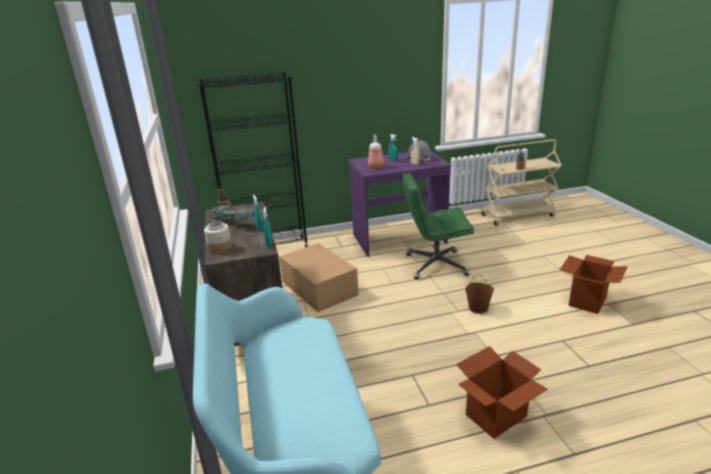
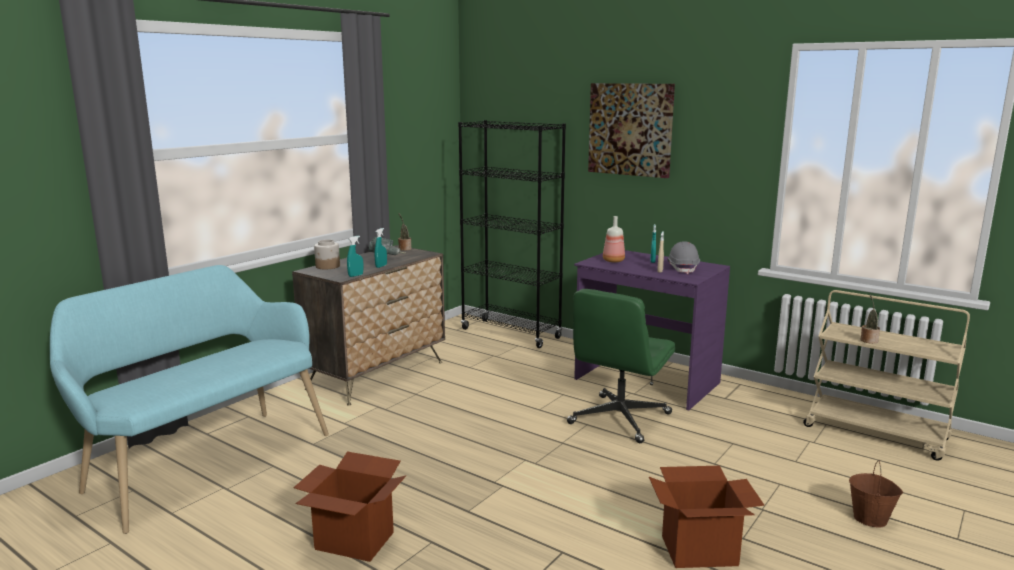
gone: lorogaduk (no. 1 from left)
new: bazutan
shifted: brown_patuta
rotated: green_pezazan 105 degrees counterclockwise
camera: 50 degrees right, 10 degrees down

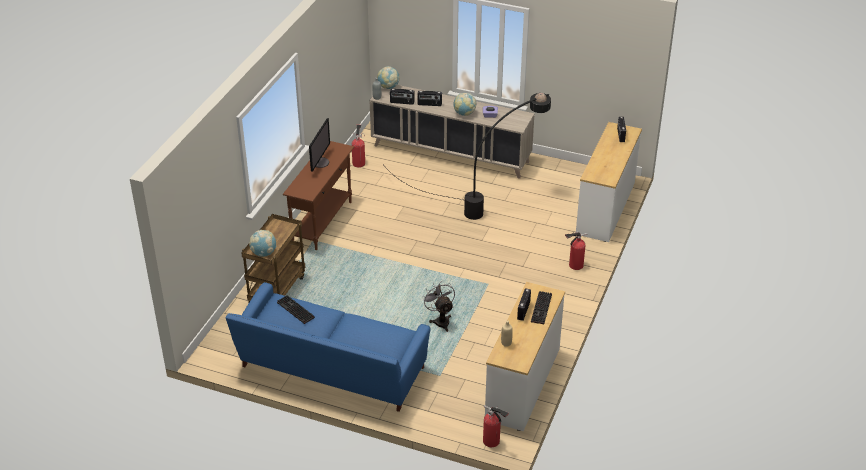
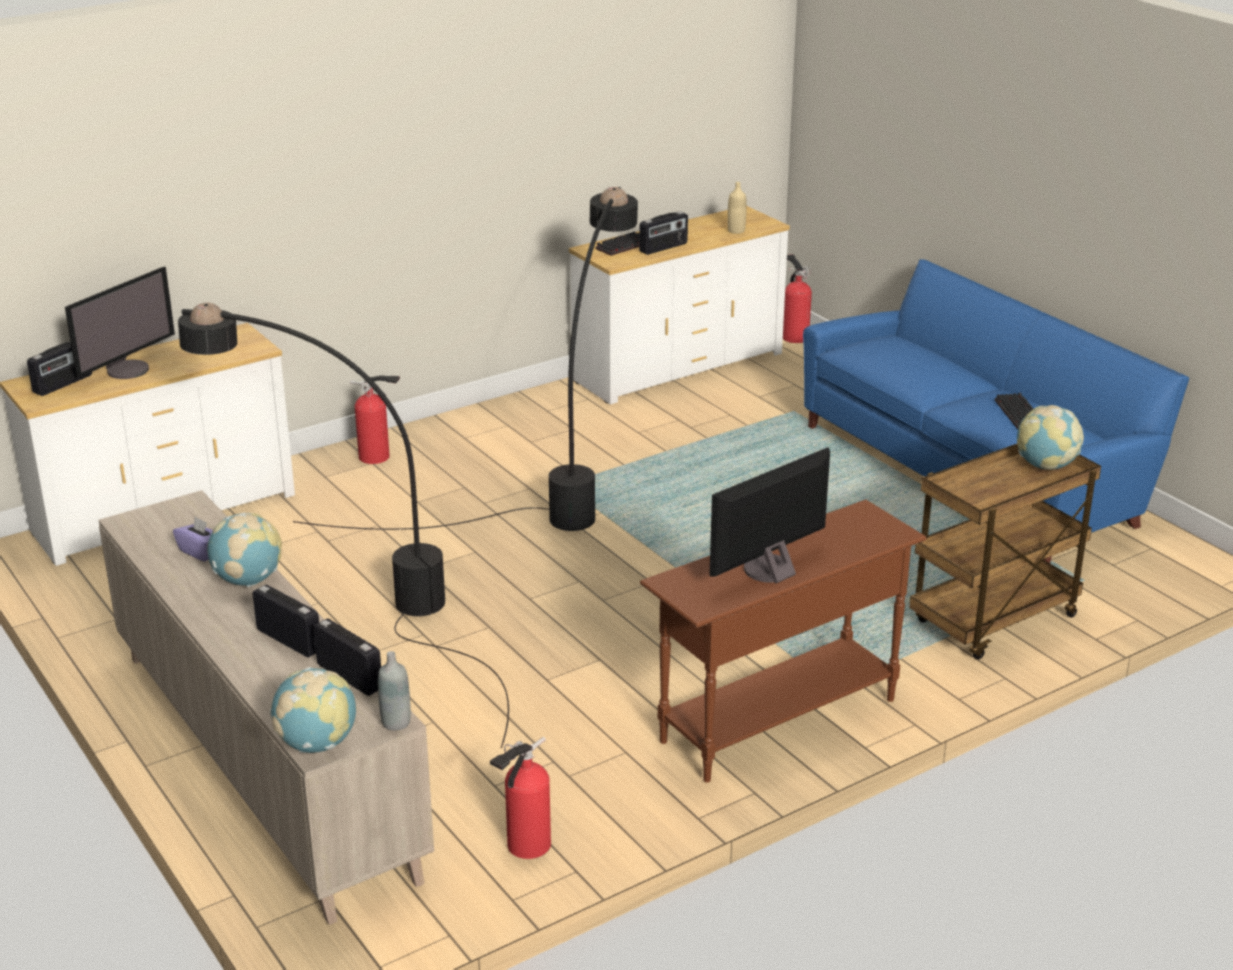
gone: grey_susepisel
new: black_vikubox (no. 2 from left); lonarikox (no. 1 from left)
camera: 145 degrees left, 10 degrees down

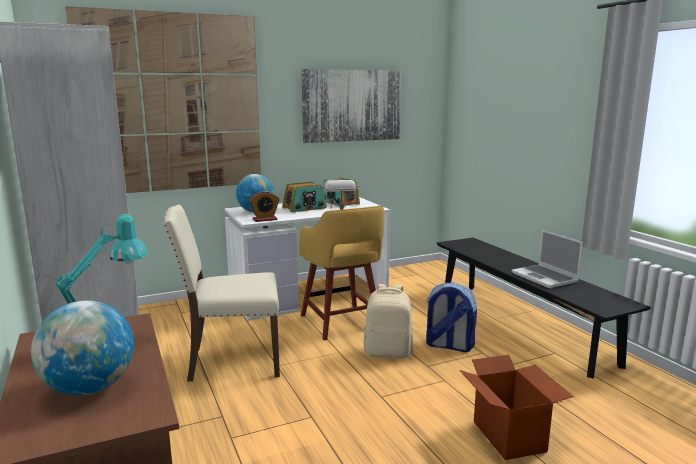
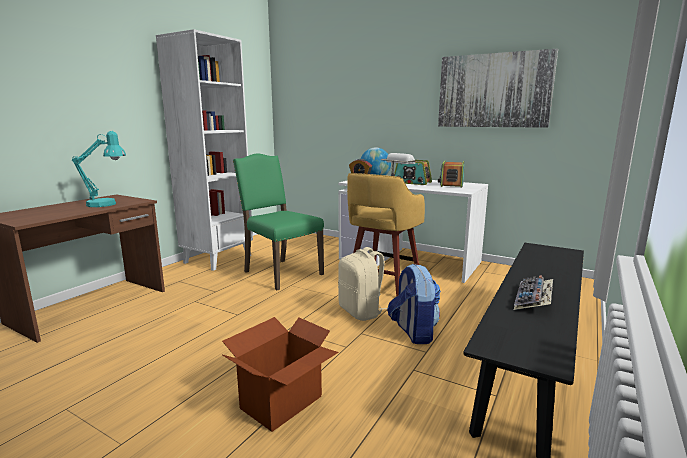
gone: bazutan (no. 1 from left); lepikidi (no. 1 from left)
swapped: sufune to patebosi
repainted: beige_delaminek to green_delaminek
camera: 55 degrees right, 0 degrees up

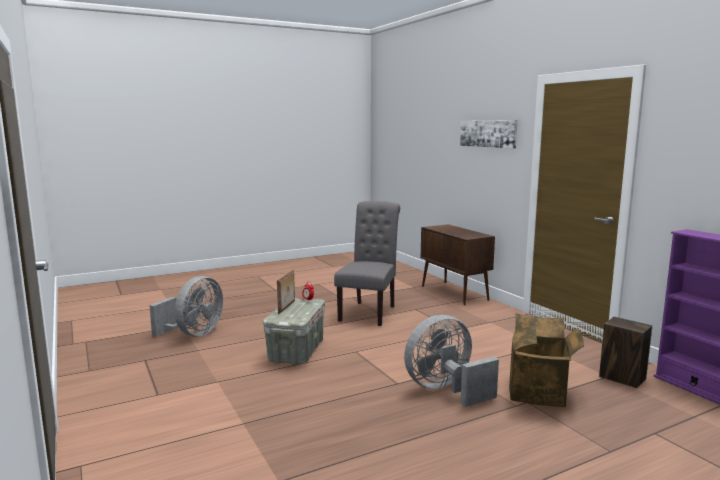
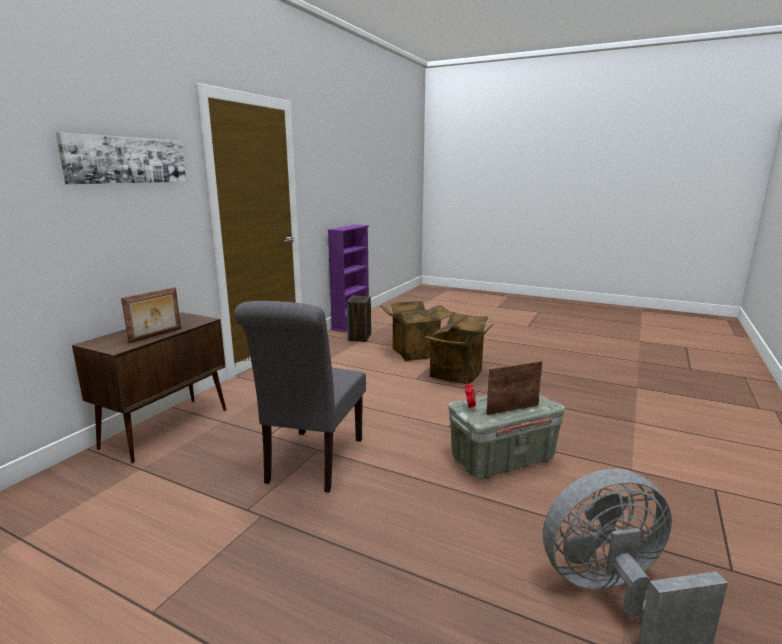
new: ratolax (no. 1 from left)
swapped: grey_susepisel (no. 2 from left) to lorogaduk (no. 2 from left)
rotated: grey_delaminek 60 degrees counterclockwise
camera: 125 degrees left, 5 degrees up

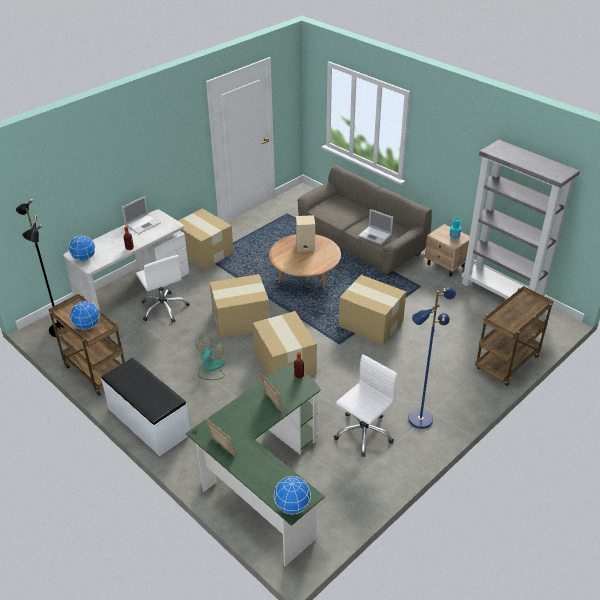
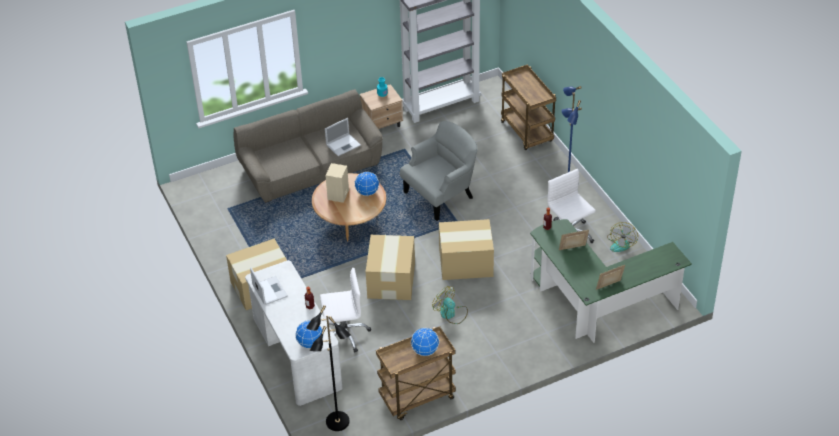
gone: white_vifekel
new: susepisel (no. 2 from left)
shifted: lepikidi (no. 3 from left in the first image) to lepikidi (no. 2 from left)
swapped: lorogaduk (no. 4 from left) to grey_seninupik
camera: 70 degrees left, 5 degrees up

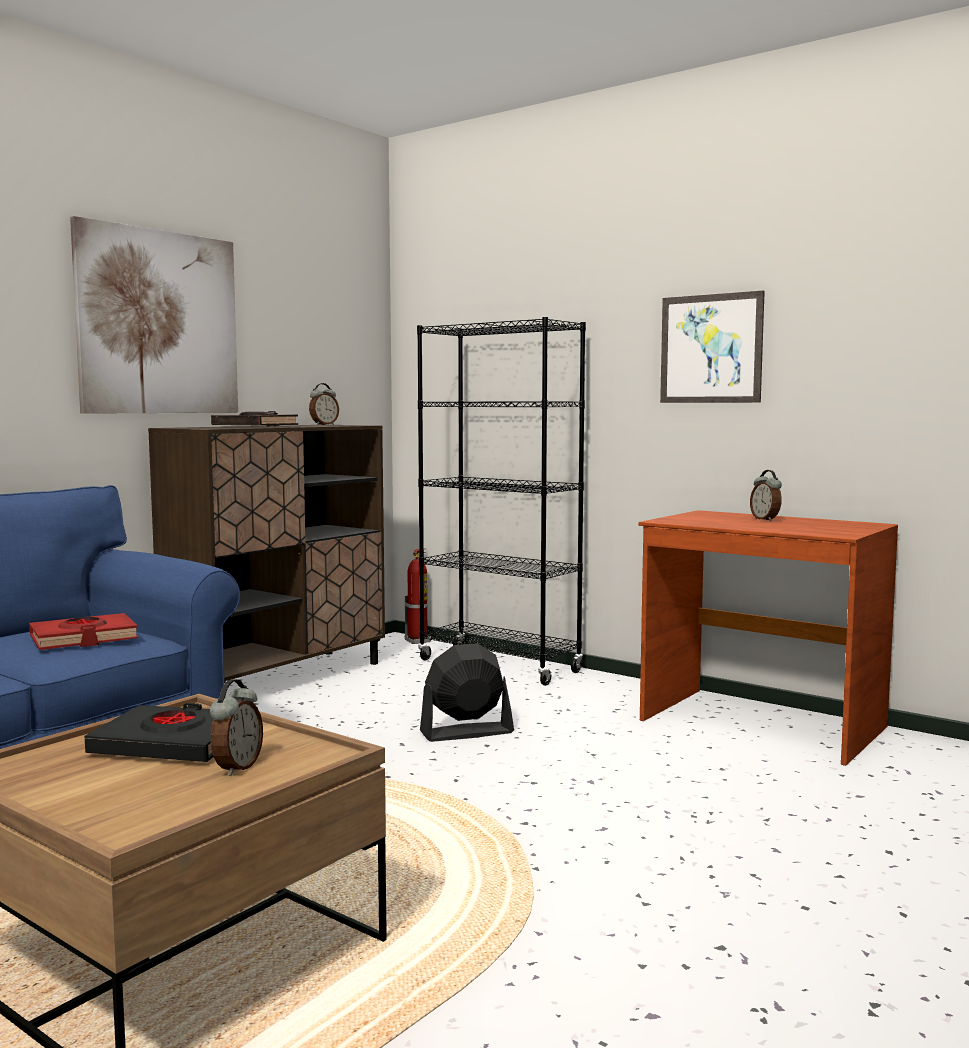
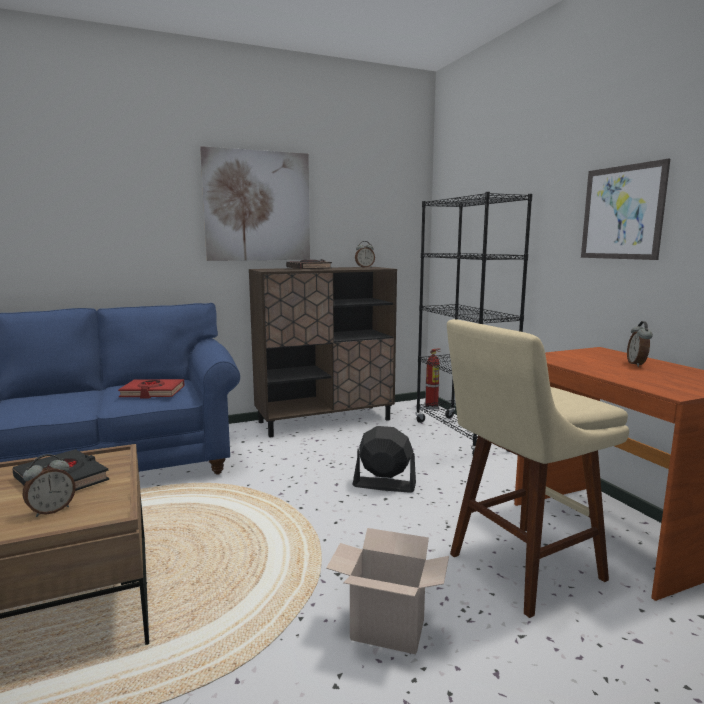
new: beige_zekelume; lorogaduk
camera: 30 degrees right, 5 degrees up

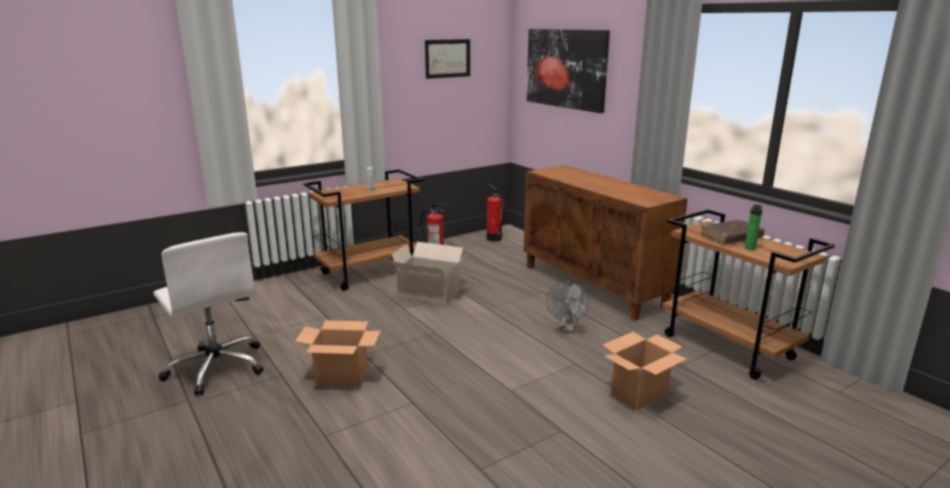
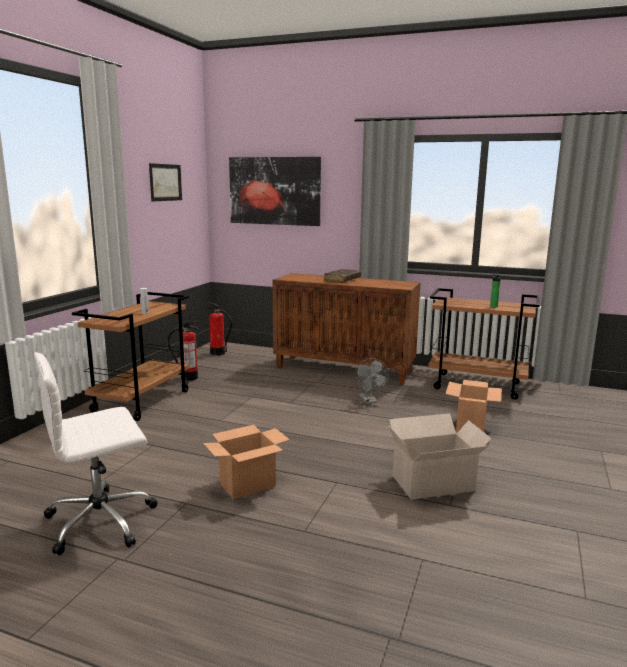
shifted: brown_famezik; lorogaduk (no. 2 from left)
rotated: white_pezazan 135 degrees clockwise
camera: 35 degrees left, 5 degrees down

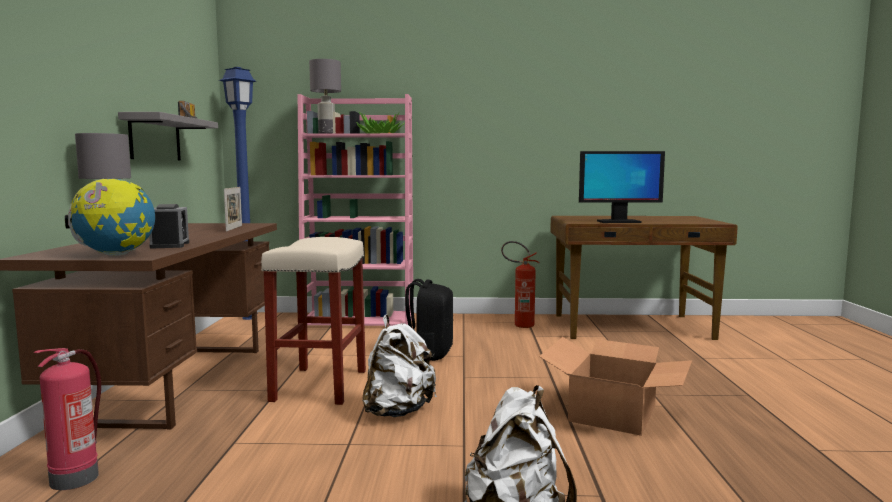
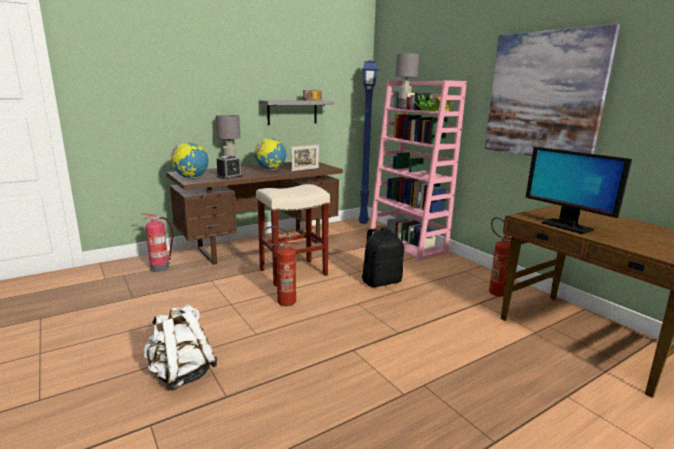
gone: lorogaduk
new: bazutan; lepikidi (no. 2 from left)
swapped: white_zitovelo (no. 1 from left) to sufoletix (no. 2 from left)
camera: 55 degrees right, 10 degrees up

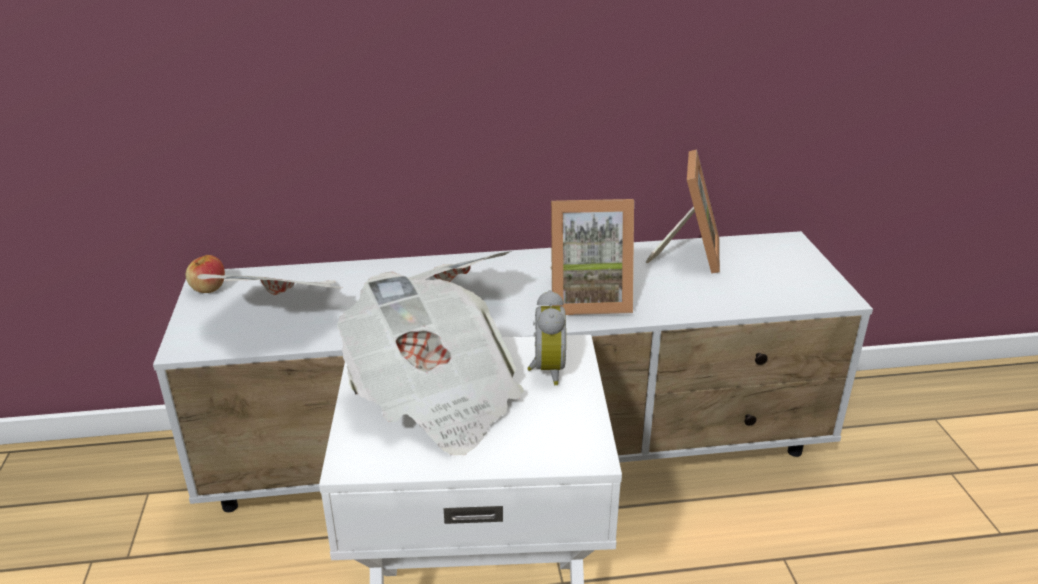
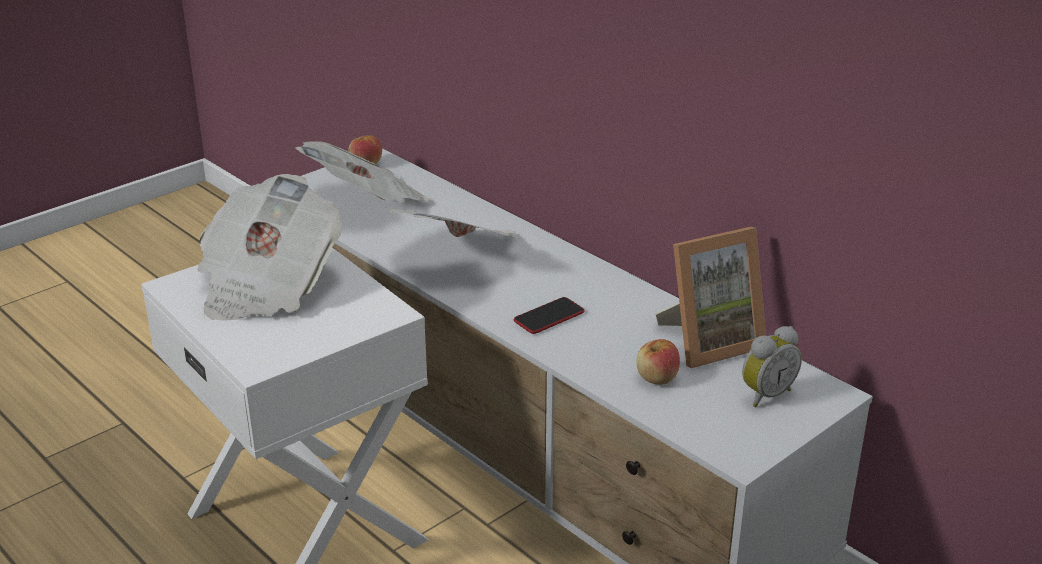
new: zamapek (no. 2 from left)
shifted: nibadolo
swapped: ratolax (no. 1 from left) to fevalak
camera: 55 degrees right, 0 degrees up

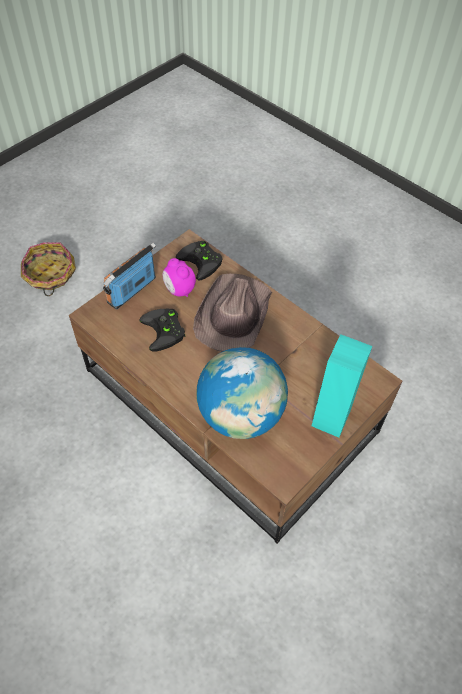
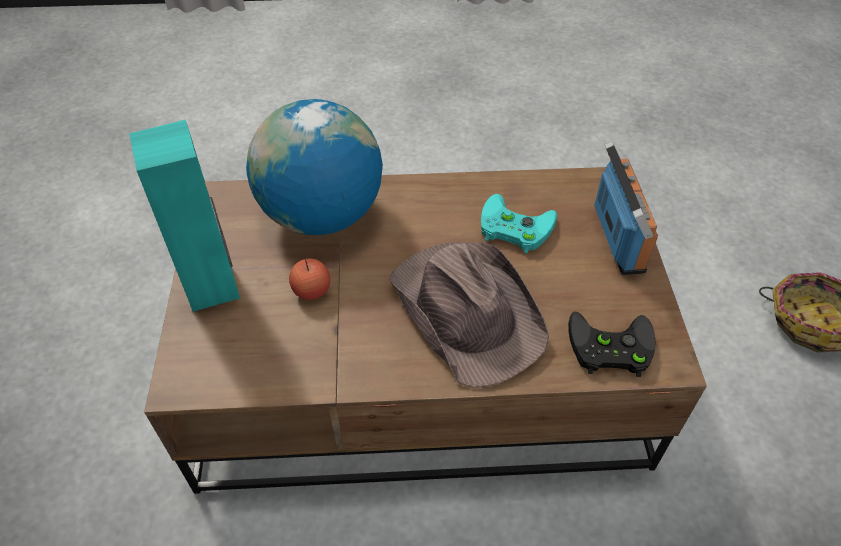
gone: nibadolo
new: zamapek
repainted: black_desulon (no. 1 from left) to turquoise_desulon
camera: 135 degrees right, 5 degrees down

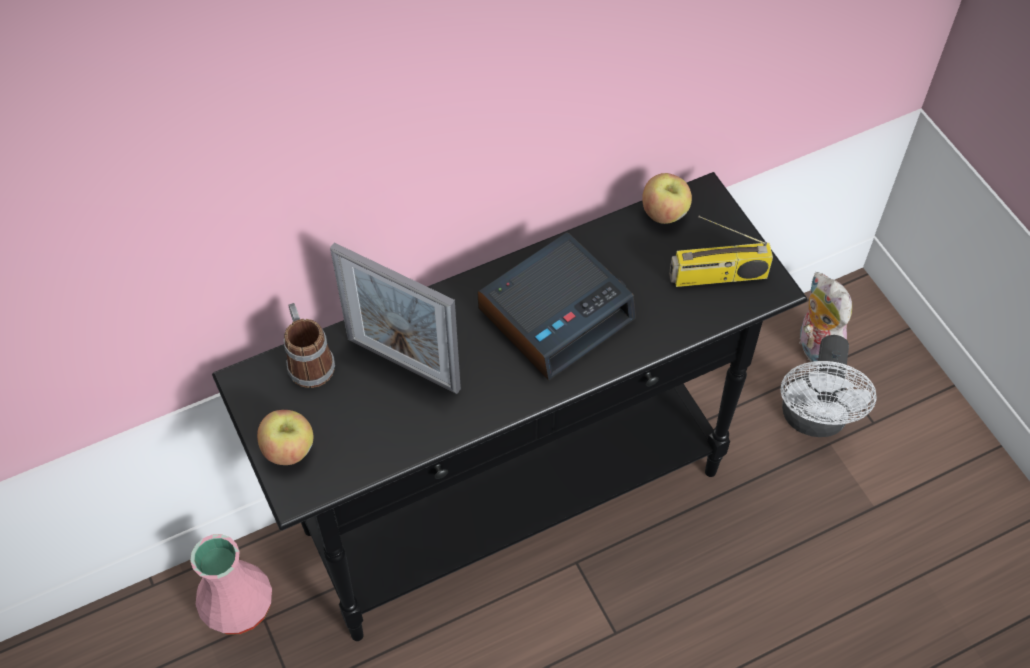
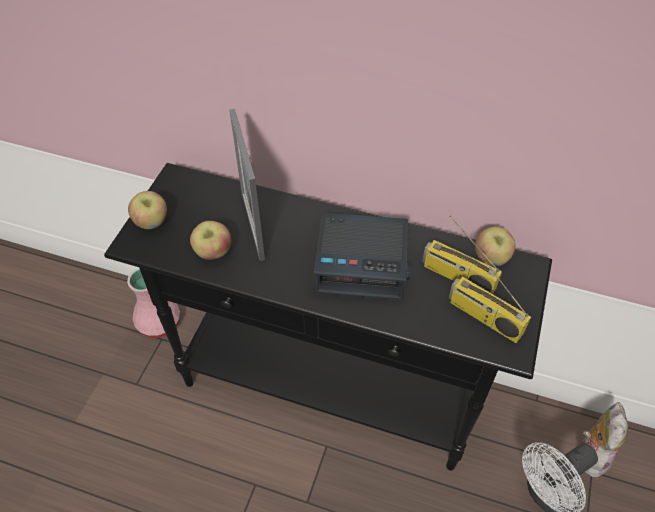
gone: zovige
new: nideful (no. 1 from left); zamapek (no. 2 from left)
camera: 45 degrees right, 5 degrees down

